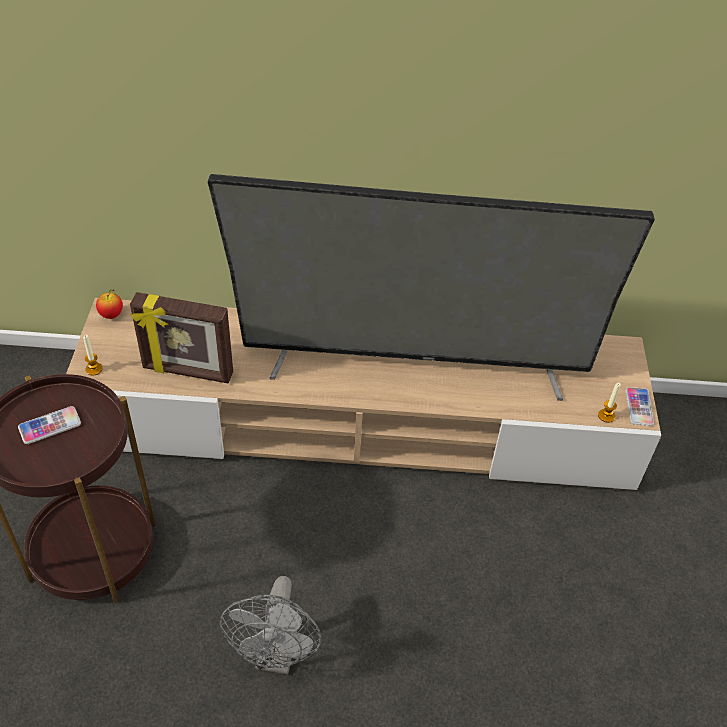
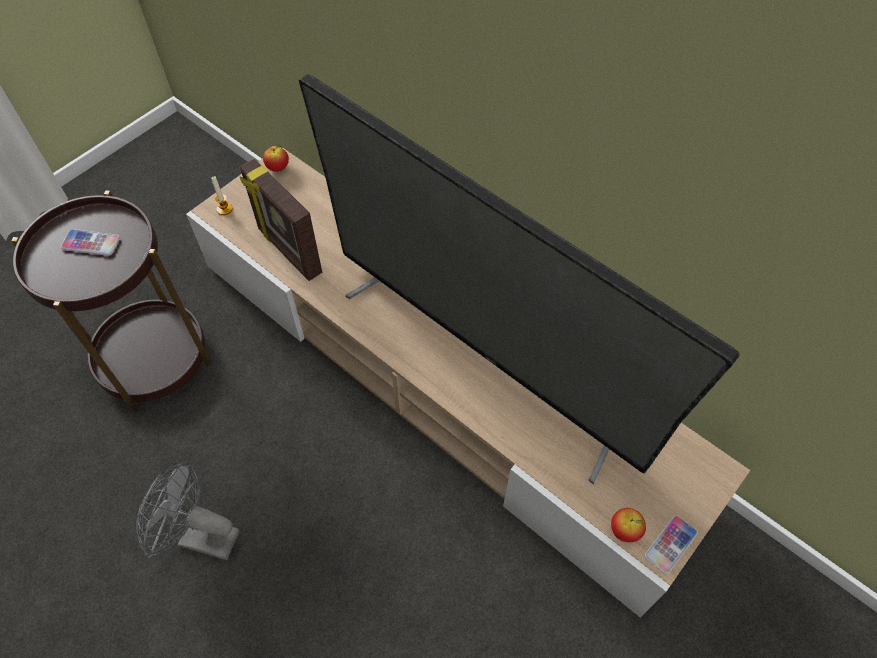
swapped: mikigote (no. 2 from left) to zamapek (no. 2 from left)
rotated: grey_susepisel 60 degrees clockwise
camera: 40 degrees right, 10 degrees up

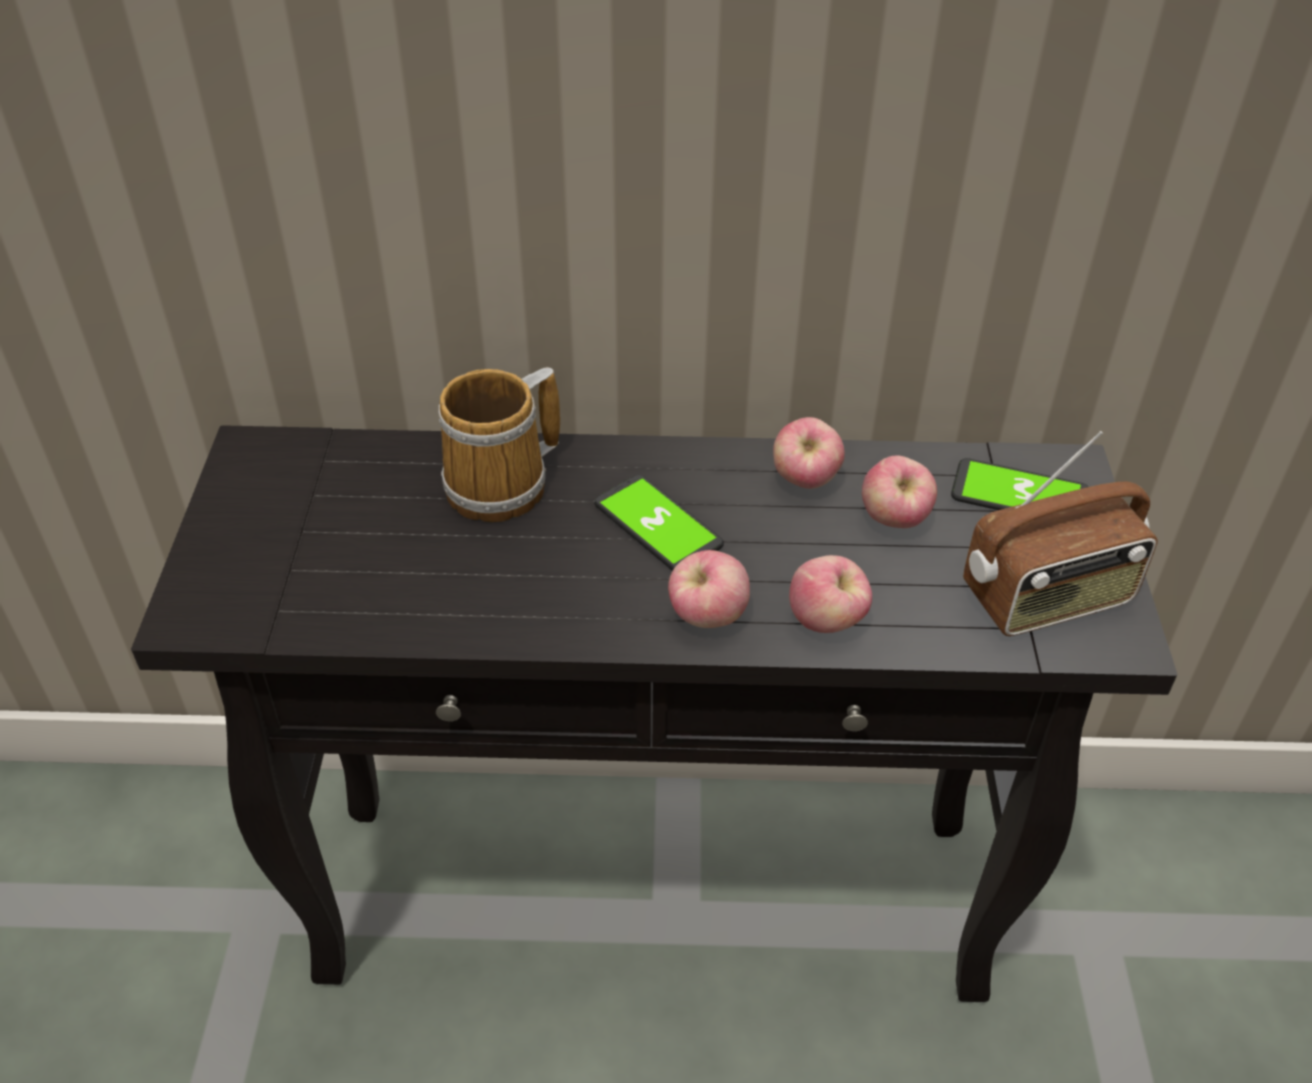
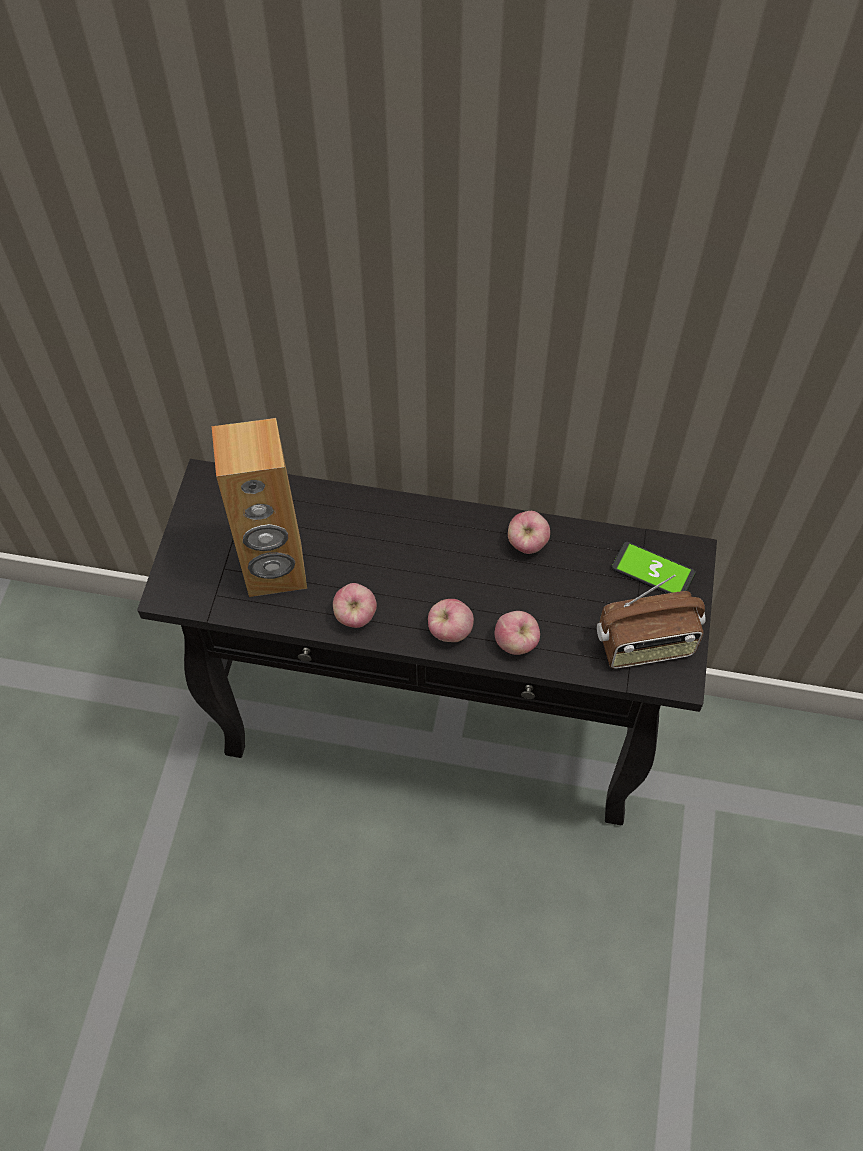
gone: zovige; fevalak (no. 1 from left)
new: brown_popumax
shifted: zamapek (no. 4 from left in the first image) to zamapek (no. 1 from left)
camera: 10 degrees right, 15 degrees up

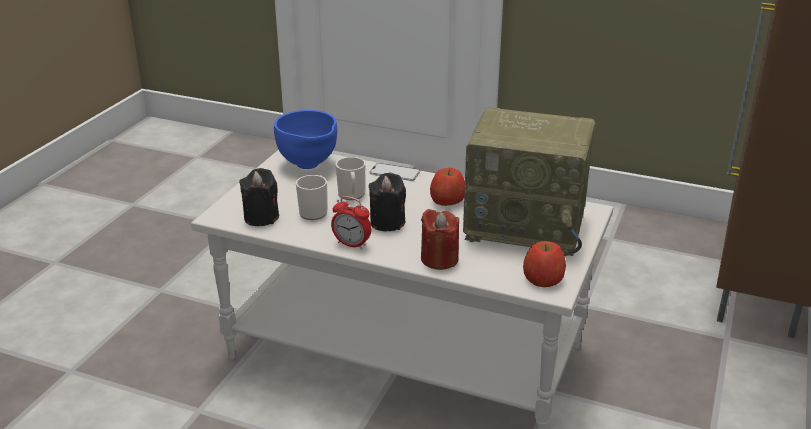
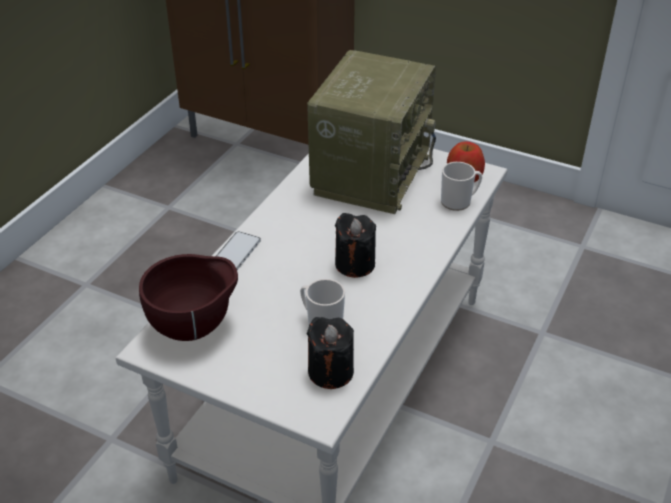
gone: zamapek (no. 1 from left); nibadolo; red_mikigote
shifted: zovige (no. 2 from left)
repainted: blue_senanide to brown_senanide
camera: 85 degrees left, 10 degrees up

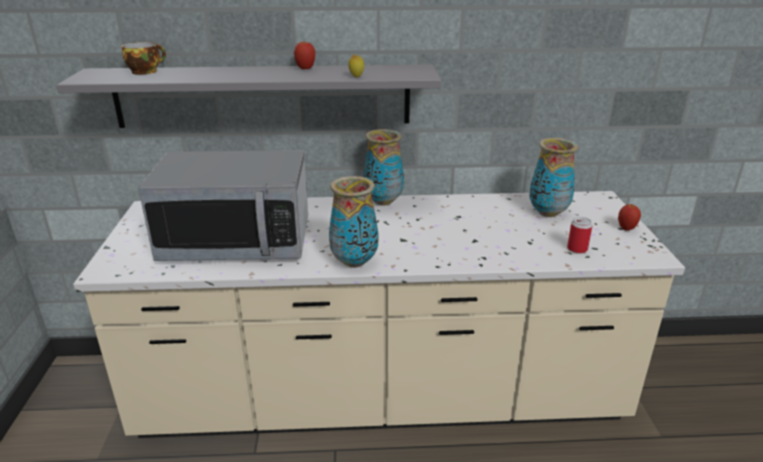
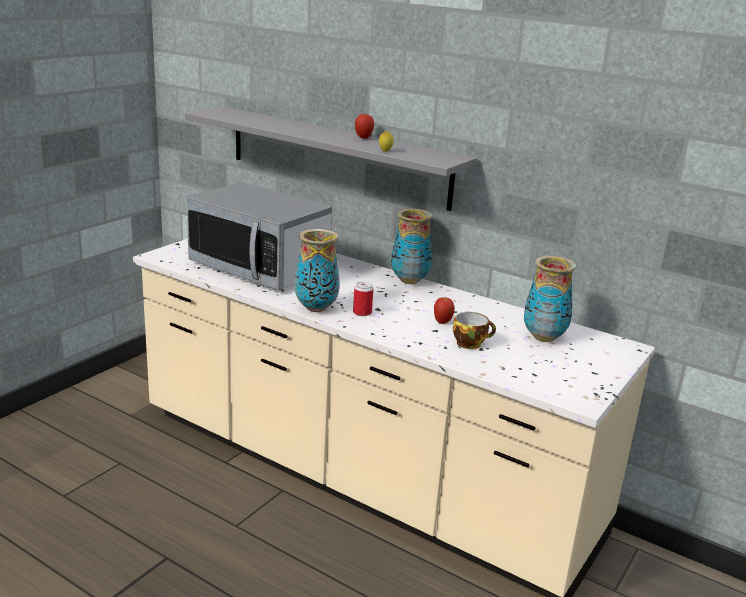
shifted: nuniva; zamapek (no. 2 from left); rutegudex
camera: 35 degrees right, 5 degrees down

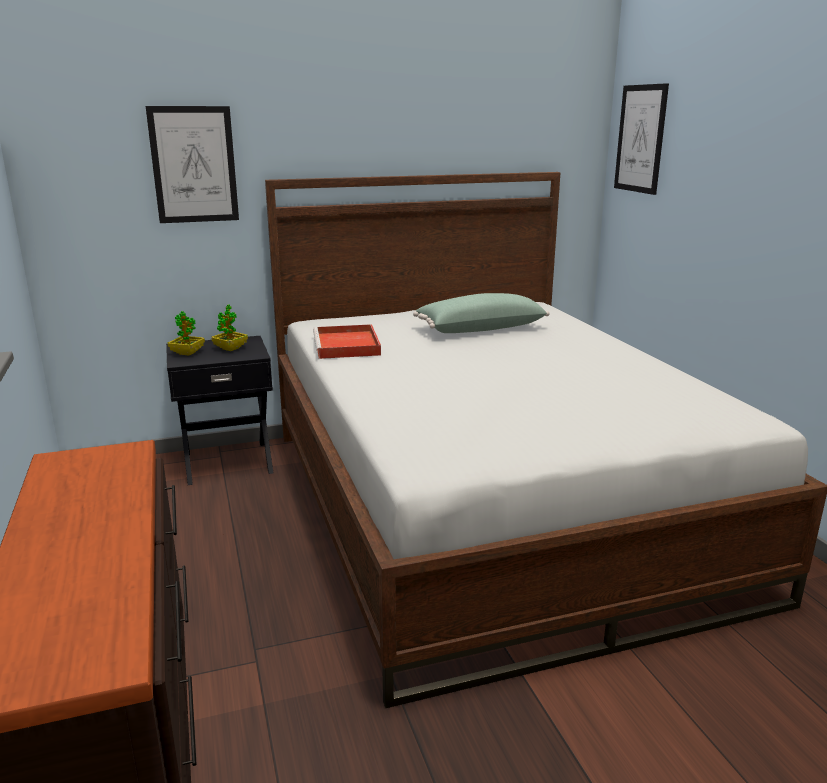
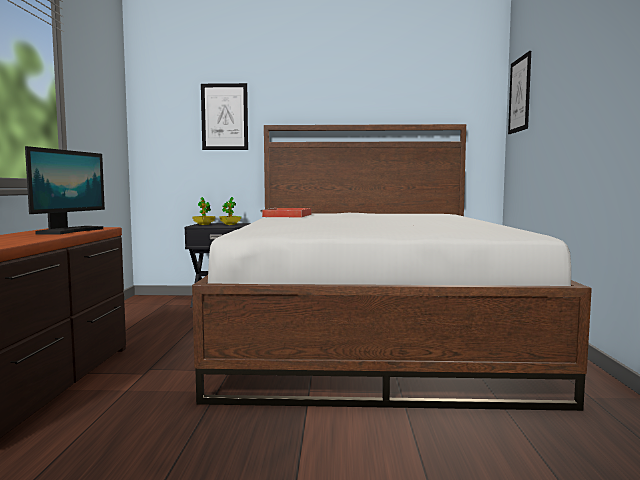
gone: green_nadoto
new: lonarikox
camera: 20 degrees right, 15 degrees down

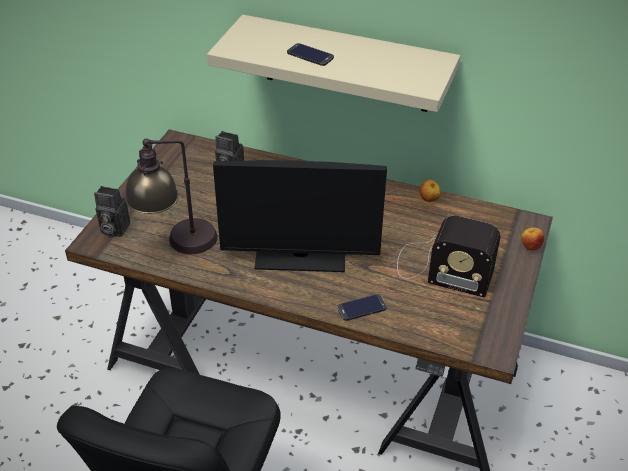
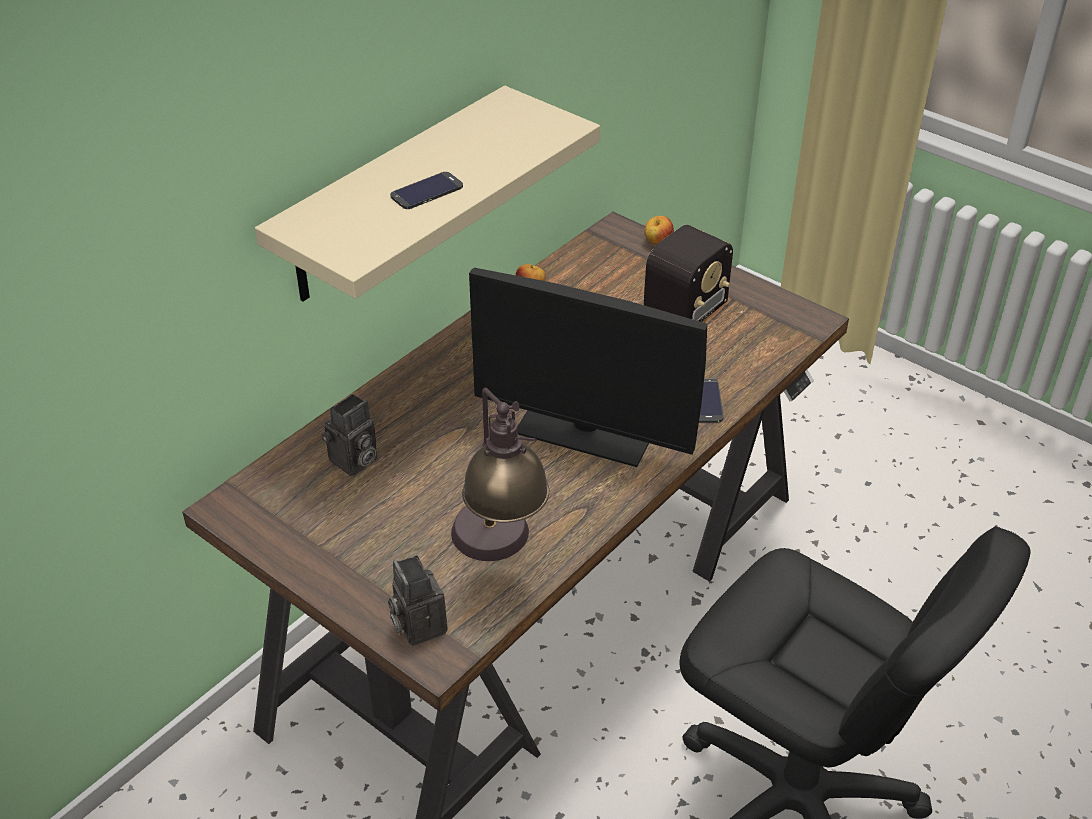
rotated: lonarikox 90 degrees clockwise; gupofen (no. 1 from left in the first image) 120 degrees clockwise
camera: 70 degrees left, 0 degrees up

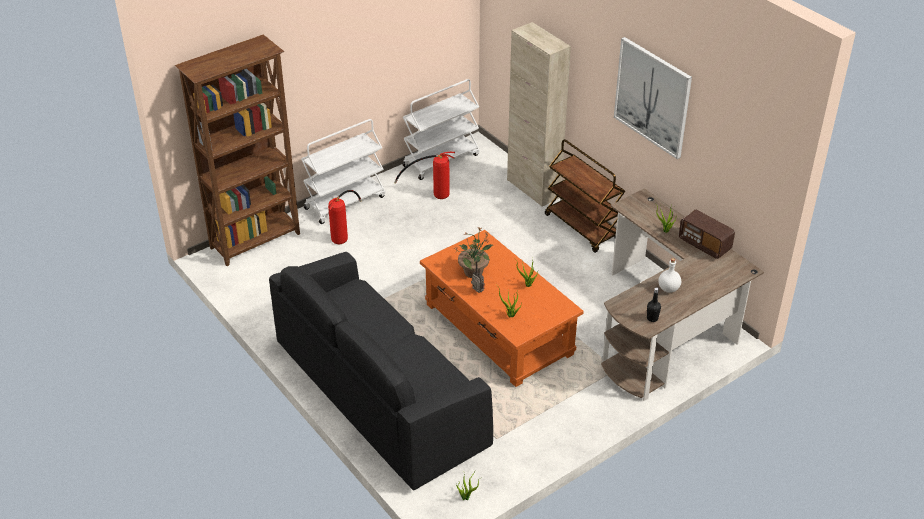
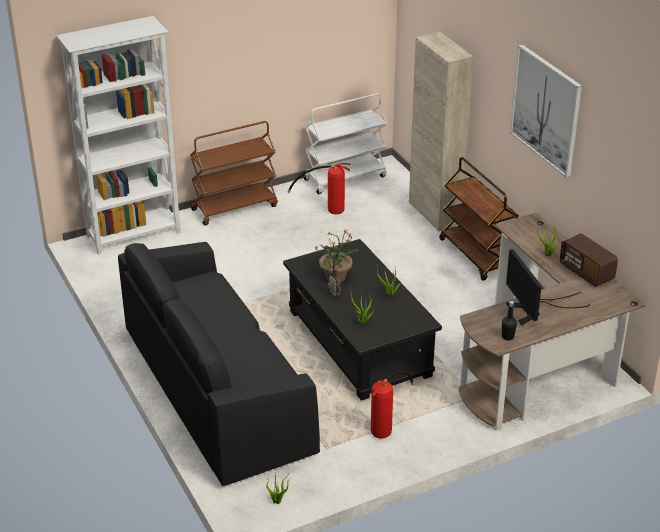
shifted: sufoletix (no. 1 from left in the first image) to sufoletix (no. 2 from left)
swapped: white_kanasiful to lonarikox
repainted: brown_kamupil to white_kamupil; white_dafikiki (no. 1 from left) to brown_dafikiki (no. 1 from left); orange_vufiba to black_vufiba
camera: 10 degrees right, 5 degrees down

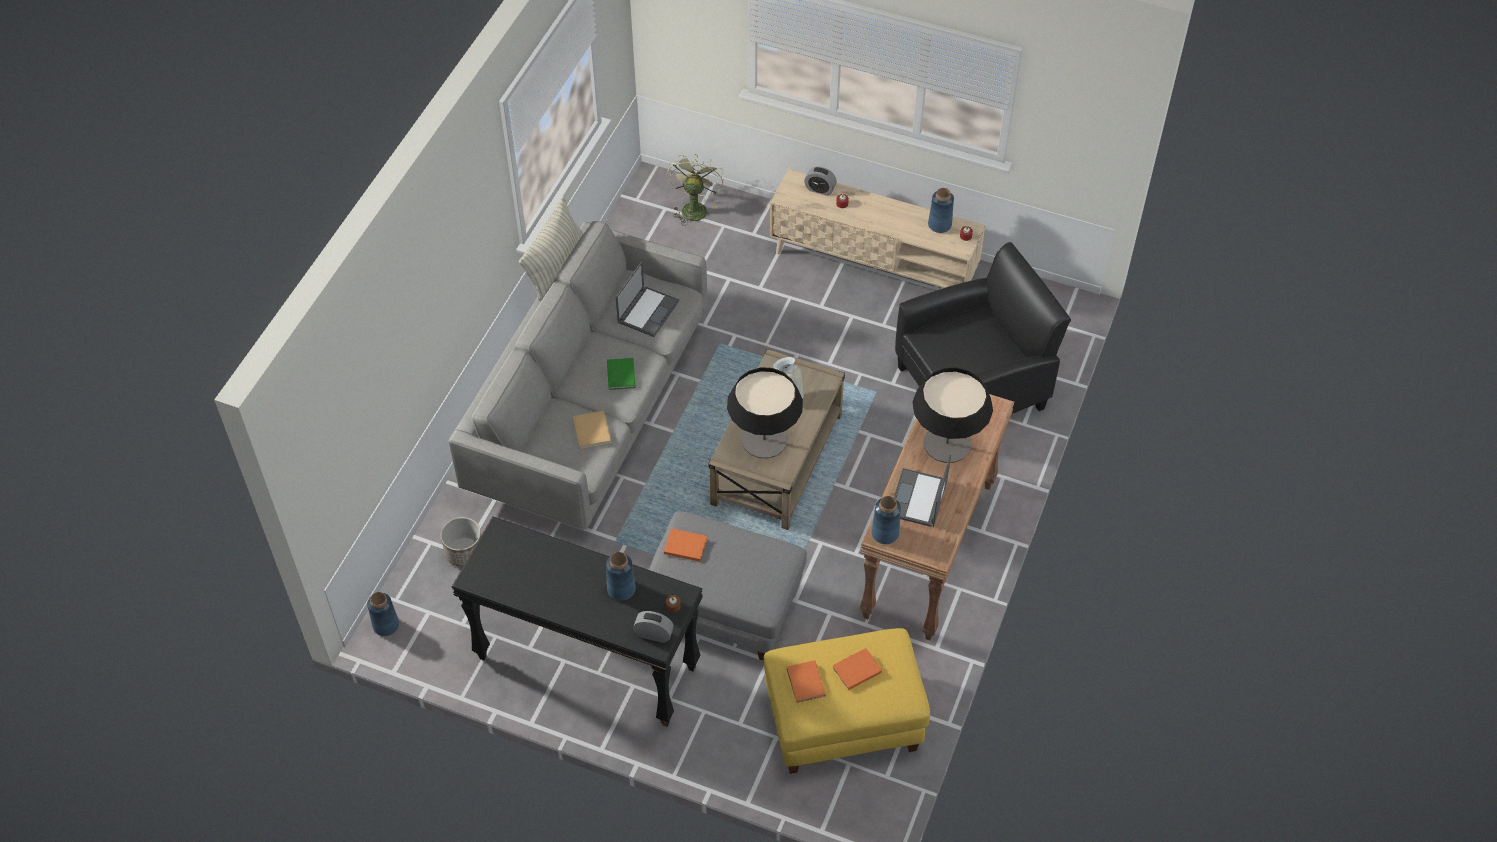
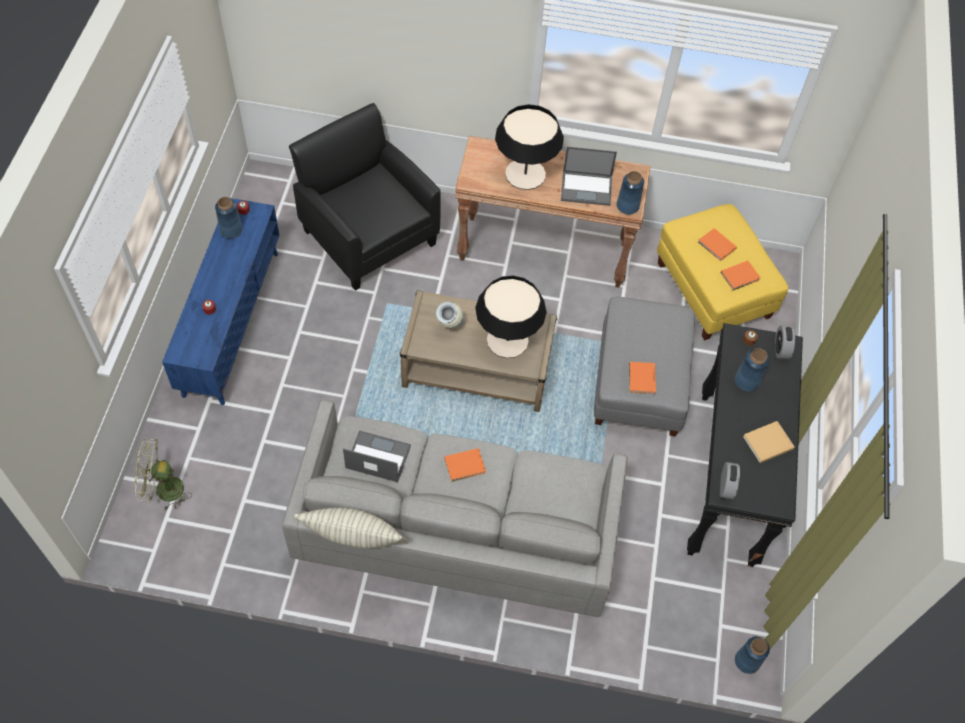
gone: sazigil
shifted: nibadolo (no. 2 from left in the first image) to nibadolo (no. 1 from left); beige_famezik
repainted: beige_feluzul to blue_feluzul; green_famezik to orange_famezik (no. 1 from left)
camera: 105 degrees left, 5 degrees up

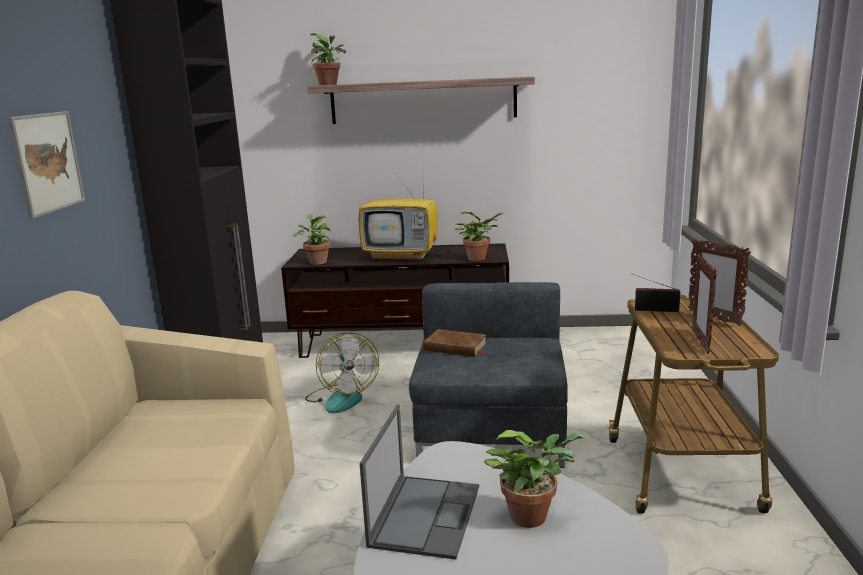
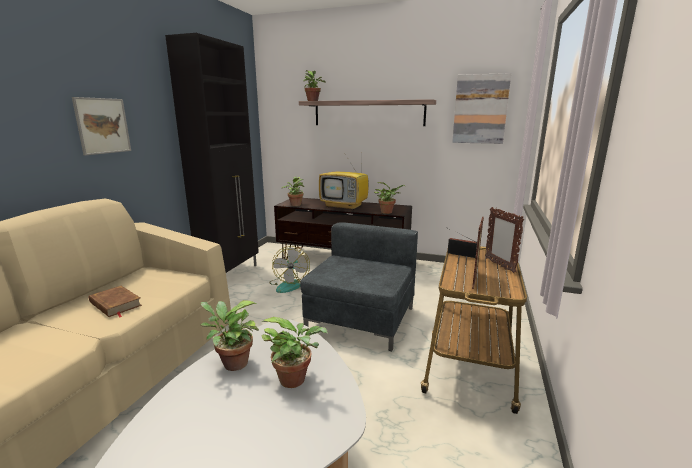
new: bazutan (no. 2 from left)
shifted: brown_famezik
swapped: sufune to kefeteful (no. 1 from left)
camera: 15 degrees right, 0 degrees up

